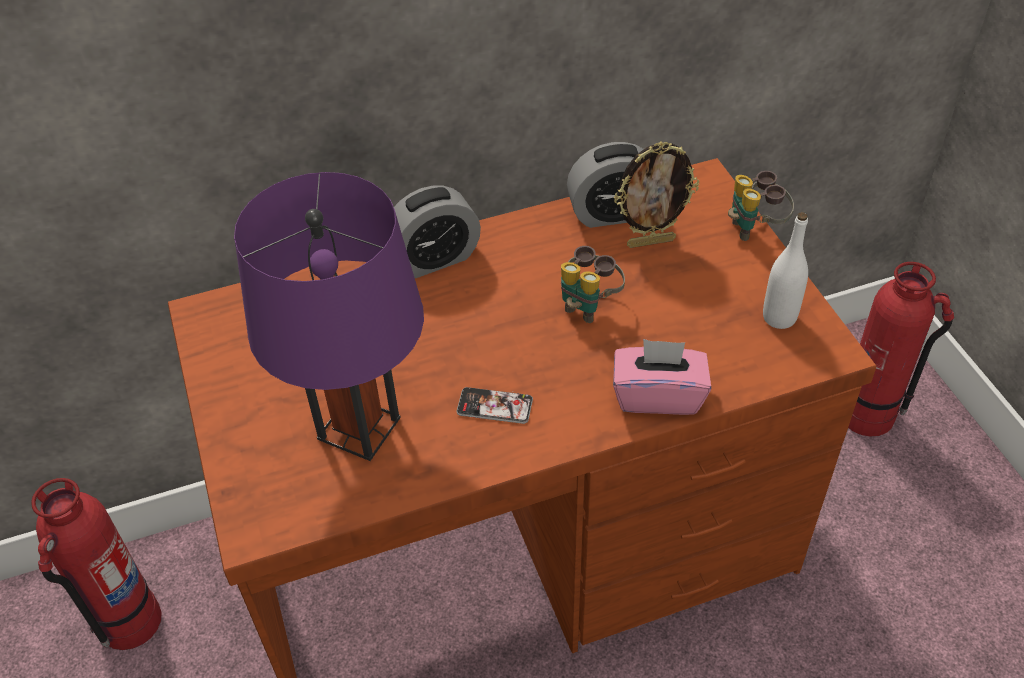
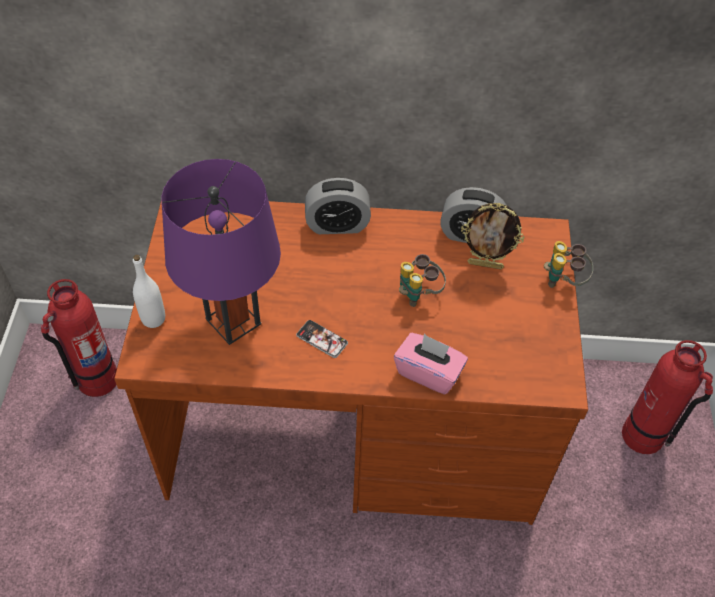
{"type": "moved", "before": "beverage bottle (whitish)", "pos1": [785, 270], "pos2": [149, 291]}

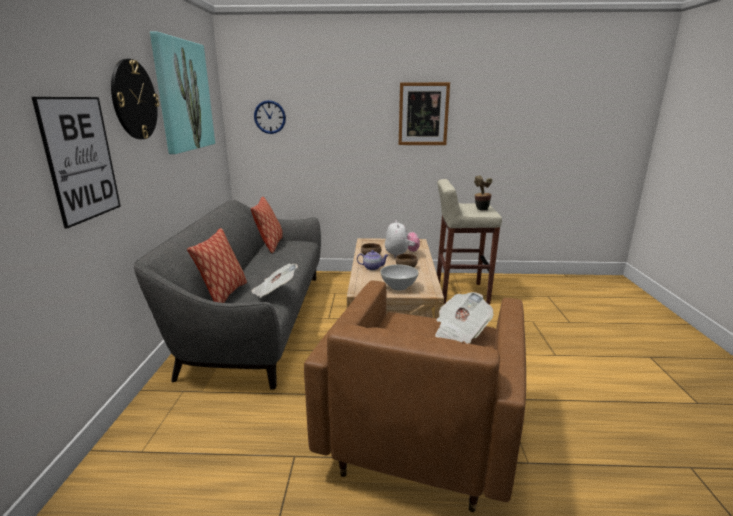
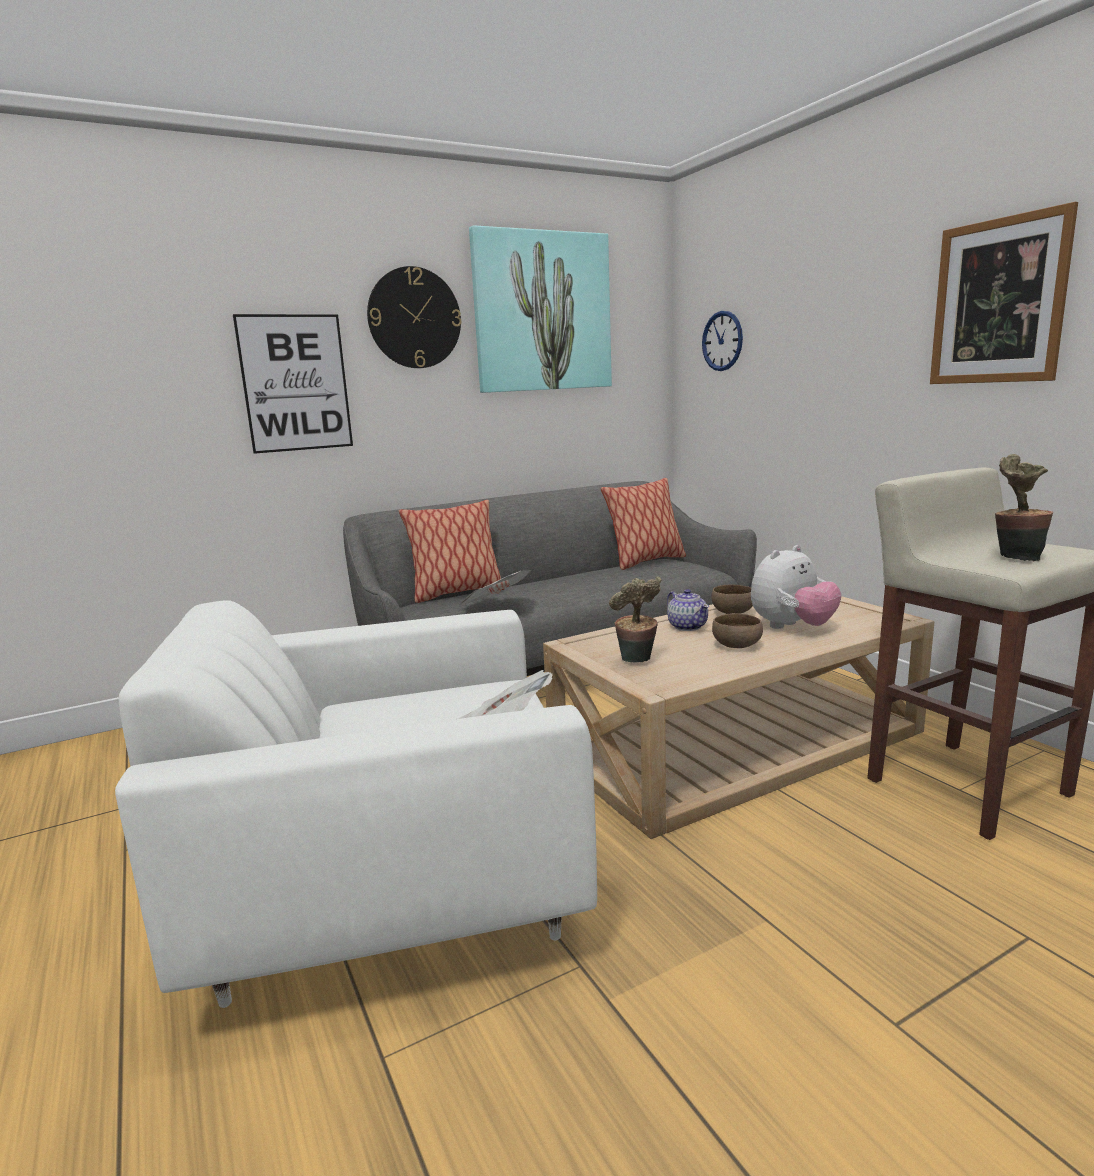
{"type": "recoloured", "before": "armchair (brownish)", "after": "armchair (whitish)", "pos1": [415, 396], "pos2": [356, 804]}
{"type": "replaced", "before": "serving bowl (whitish)", "after": "plant in a pot", "pos1": [399, 277], "pos2": [635, 619]}

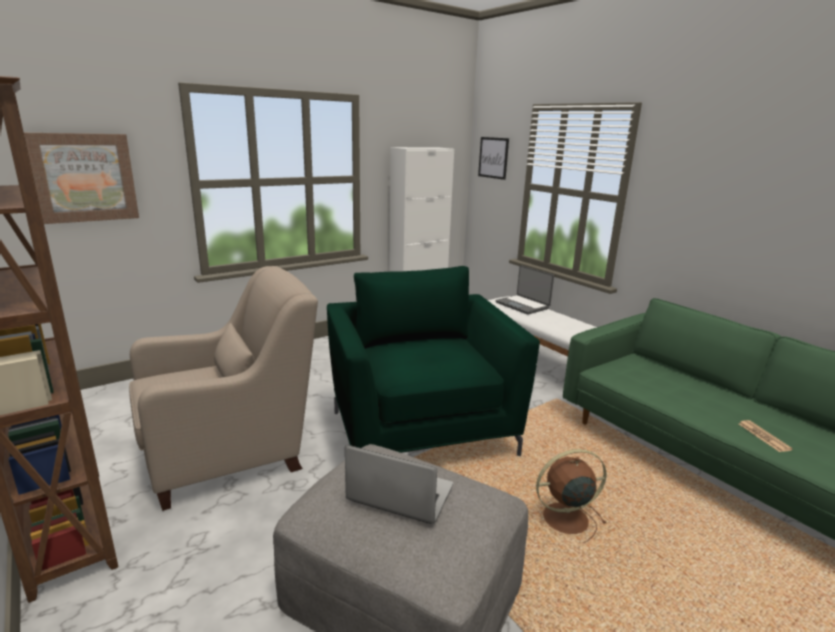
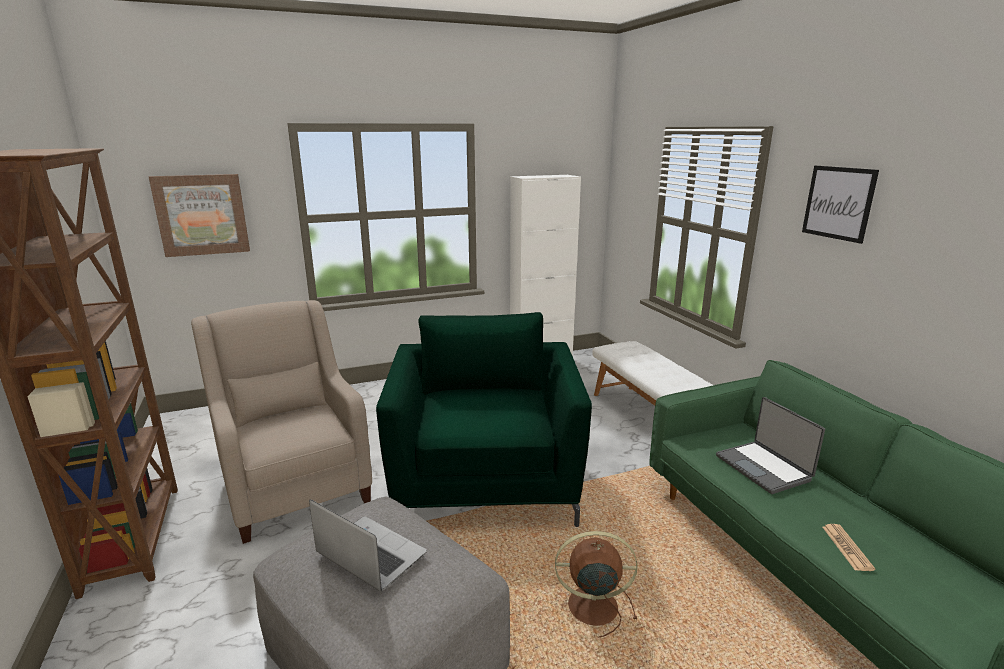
{"type": "turned", "before": "armchair (beige-coloured)", "pos1": [223, 388], "pos2": [281, 422], "turn": -105}
{"type": "moved", "before": "picture", "pos1": [493, 158], "pos2": [840, 205]}
{"type": "moved", "before": "notebook computer", "pos1": [525, 290], "pos2": [770, 445]}

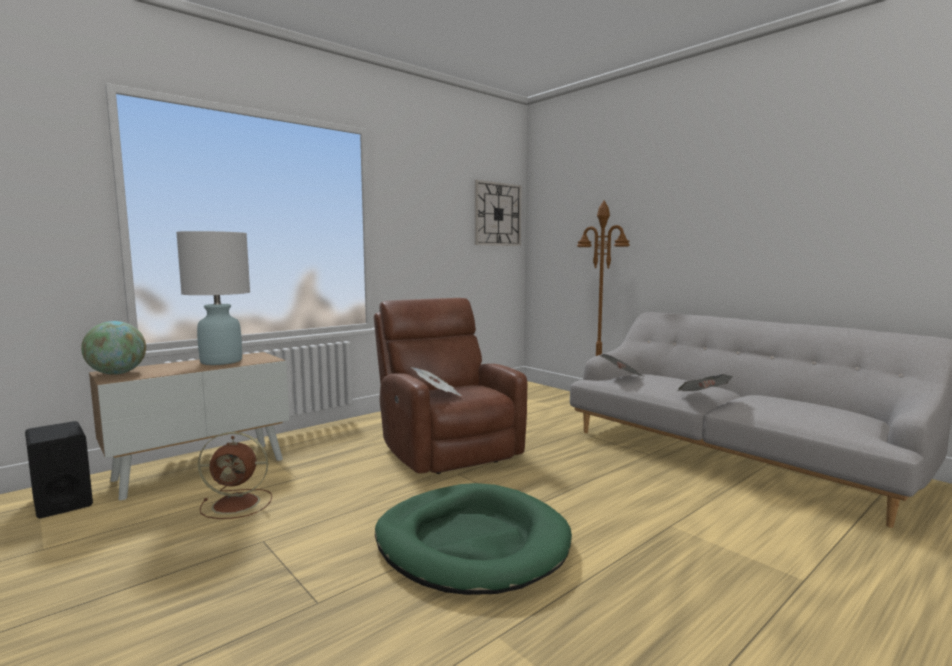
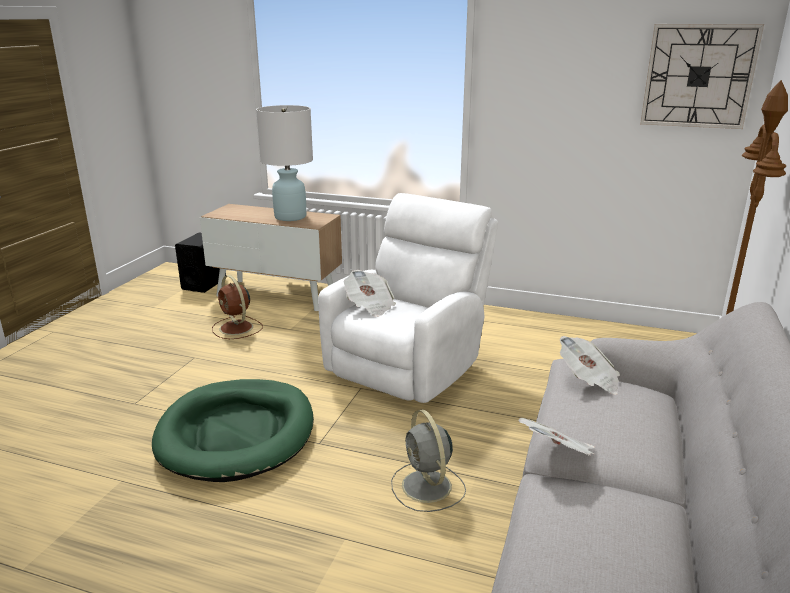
{"type": "removed", "before": "globe", "pos1": [113, 348]}
{"type": "recoloured", "before": "armchair (brownish)", "after": "armchair (whitish)", "pos1": [450, 386], "pos2": [408, 298]}
{"type": "added", "after": "electric fan (gray)", "pos2": [428, 461]}

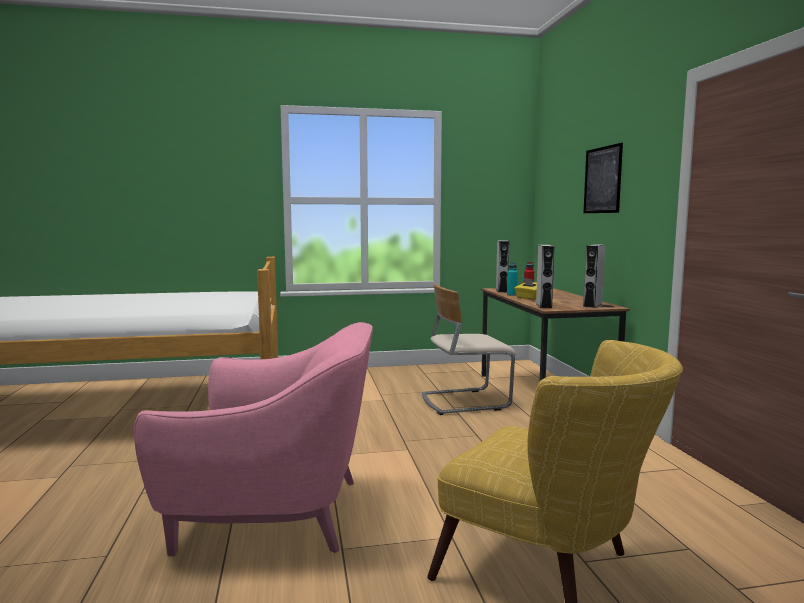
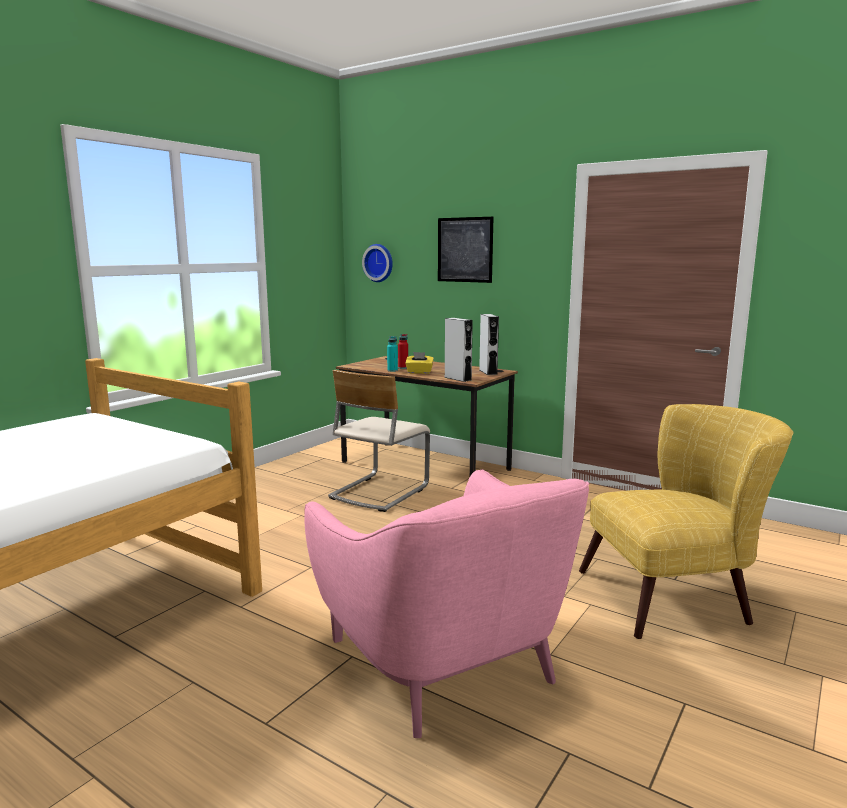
{"type": "turned", "before": "armchair (pink)", "pos1": [253, 439], "pos2": [446, 604], "turn": 105}
{"type": "removed", "before": "loudspeaker (gray)", "pos1": [502, 266]}
{"type": "added", "after": "clock on the wall", "pos2": [377, 263]}

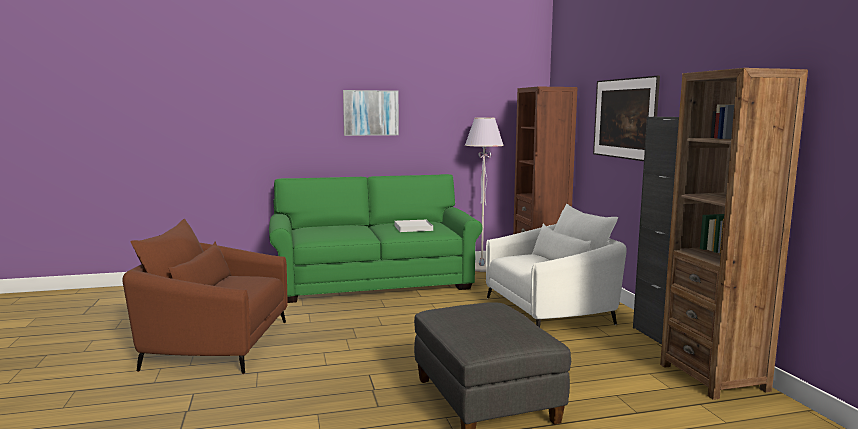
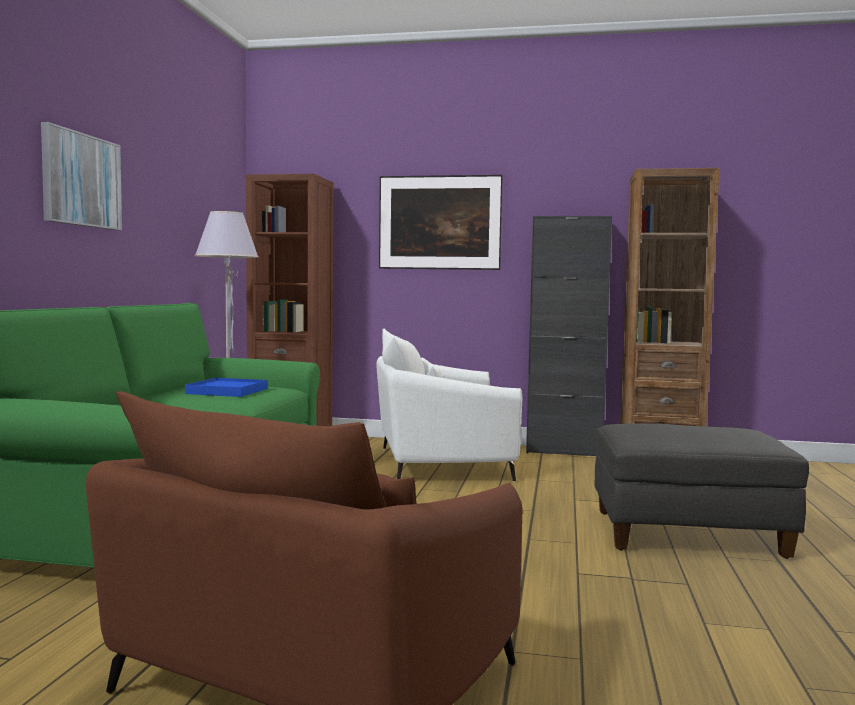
{"type": "recoloured", "before": "carrying tray (whitish)", "after": "carrying tray (blue-coloured)", "pos1": [413, 226], "pos2": [226, 387]}
{"type": "turned", "before": "armchair (whitish)", "pos1": [556, 265], "pos2": [449, 405], "turn": -105}

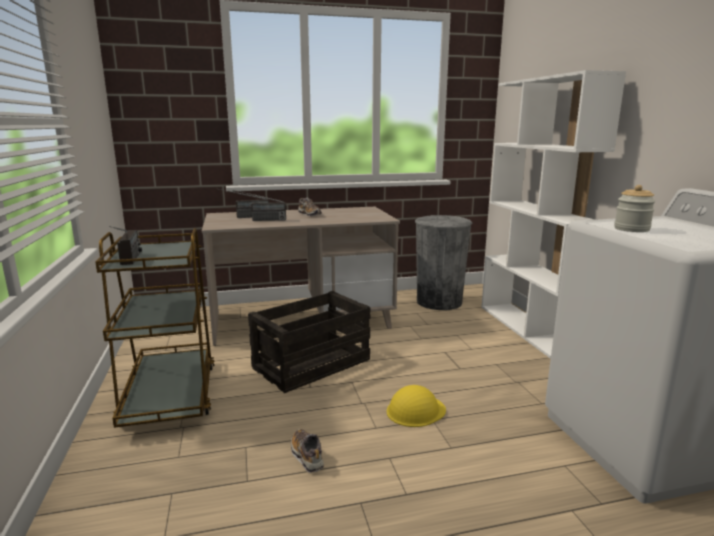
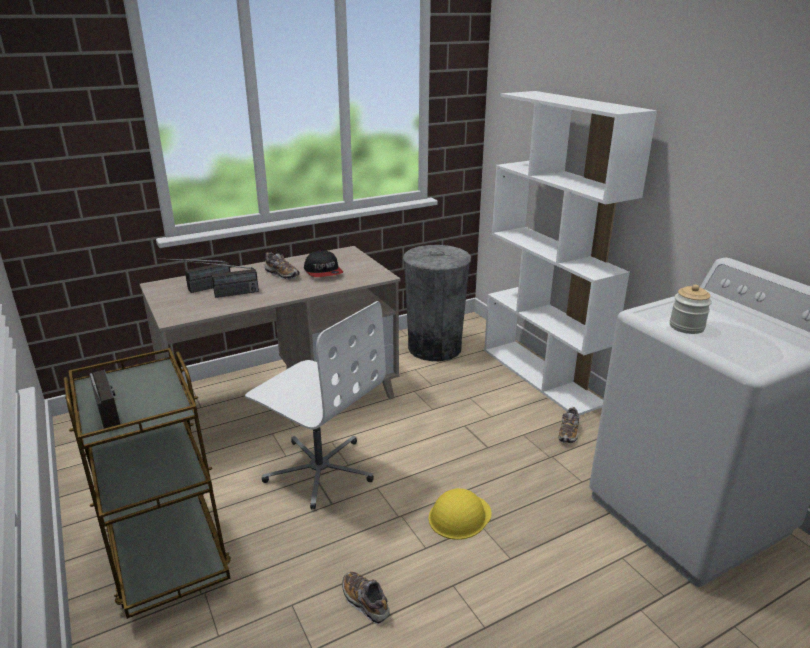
{"type": "replaced", "before": "packing crate", "after": "office chair (whitish)", "pos1": [309, 342], "pos2": [315, 405]}
{"type": "added", "after": "cap", "pos2": [323, 264]}
{"type": "added", "after": "low shoe", "pos2": [569, 425]}

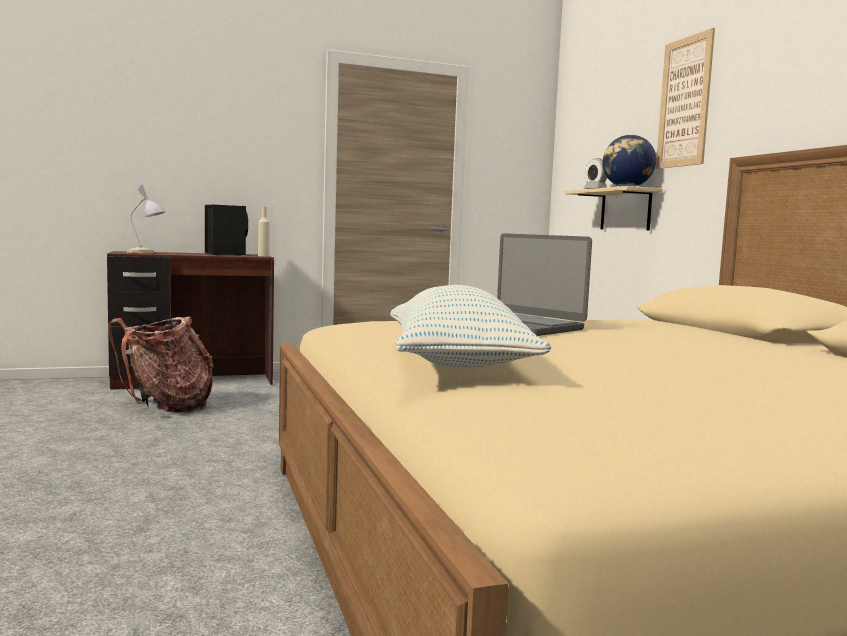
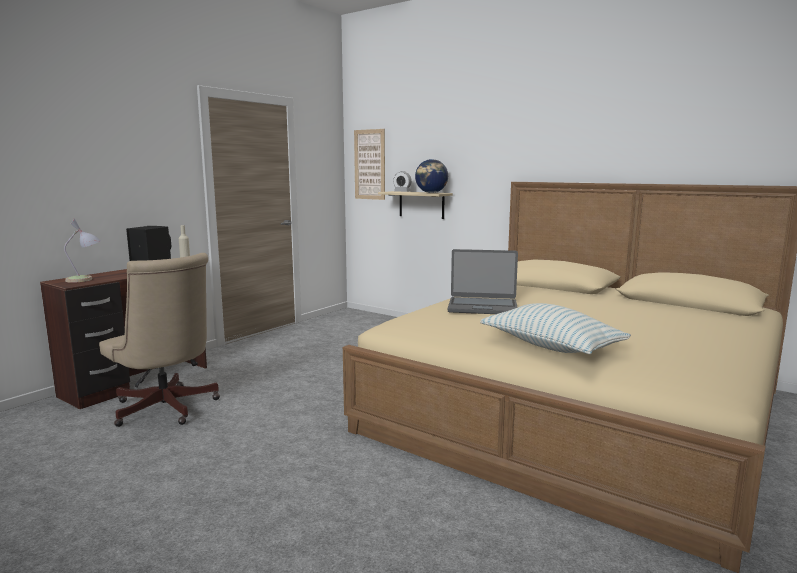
{"type": "replaced", "before": "backpack", "after": "office chair (beige-coloured)", "pos1": [161, 364], "pos2": [159, 340]}
{"type": "moved", "before": "picture", "pos1": [685, 98], "pos2": [369, 164]}

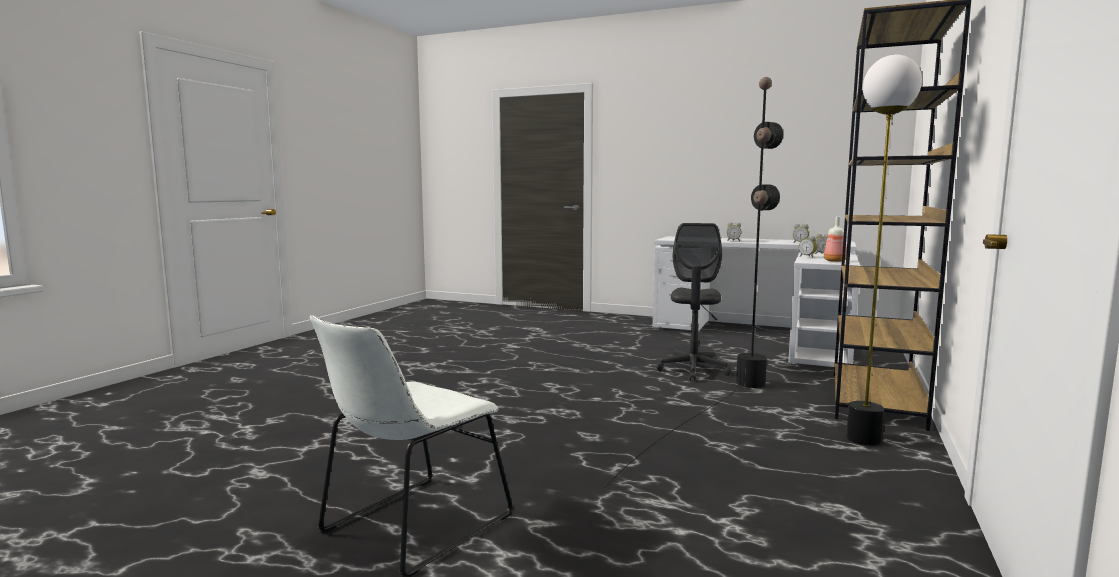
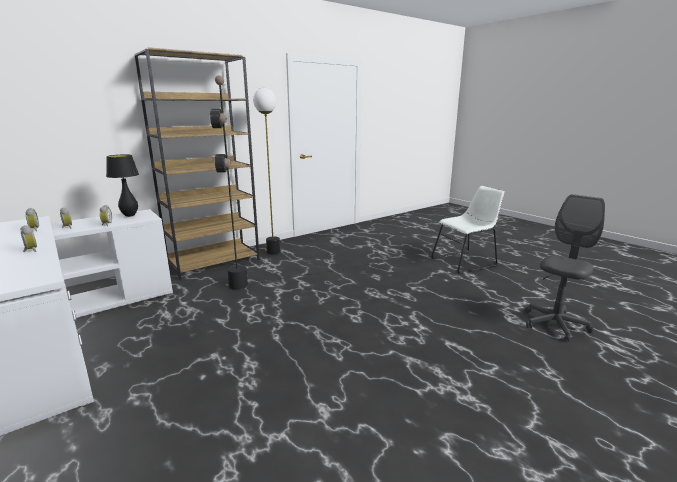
{"type": "moved", "before": "office chair (gray)", "pos1": [693, 302], "pos2": [565, 268]}
{"type": "replaced", "before": "beverage bottle", "after": "tabletop lamp (black-coloured)", "pos1": [835, 239], "pos2": [122, 185]}

